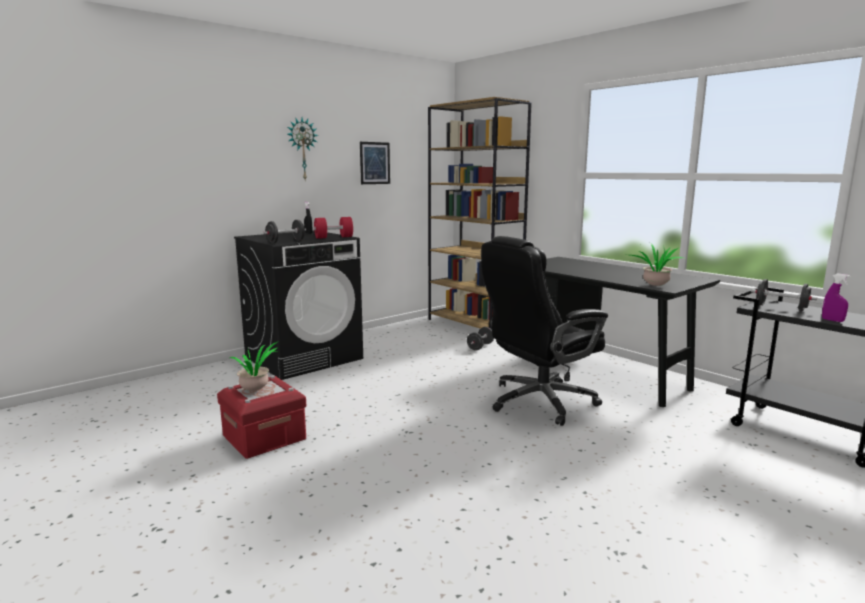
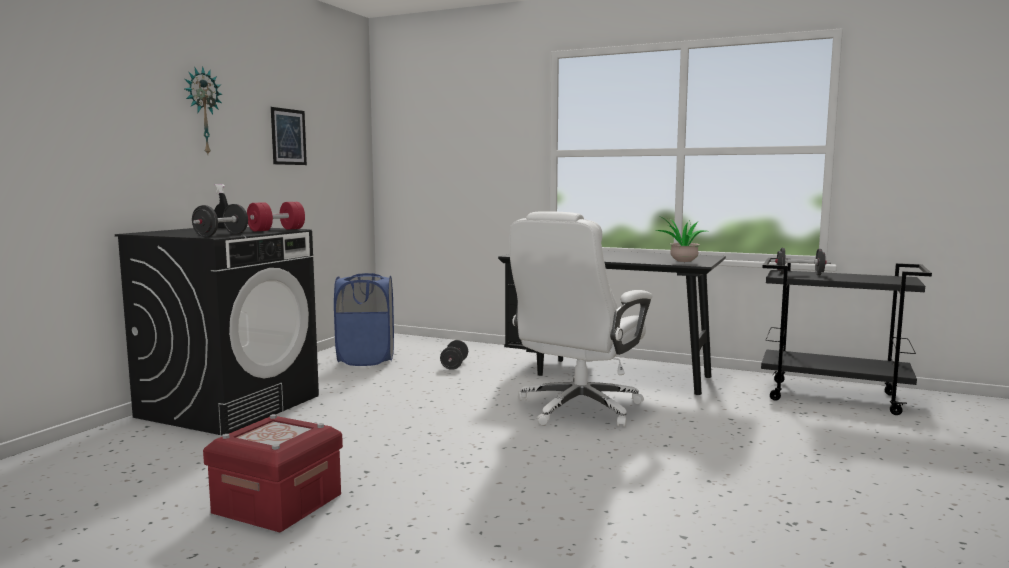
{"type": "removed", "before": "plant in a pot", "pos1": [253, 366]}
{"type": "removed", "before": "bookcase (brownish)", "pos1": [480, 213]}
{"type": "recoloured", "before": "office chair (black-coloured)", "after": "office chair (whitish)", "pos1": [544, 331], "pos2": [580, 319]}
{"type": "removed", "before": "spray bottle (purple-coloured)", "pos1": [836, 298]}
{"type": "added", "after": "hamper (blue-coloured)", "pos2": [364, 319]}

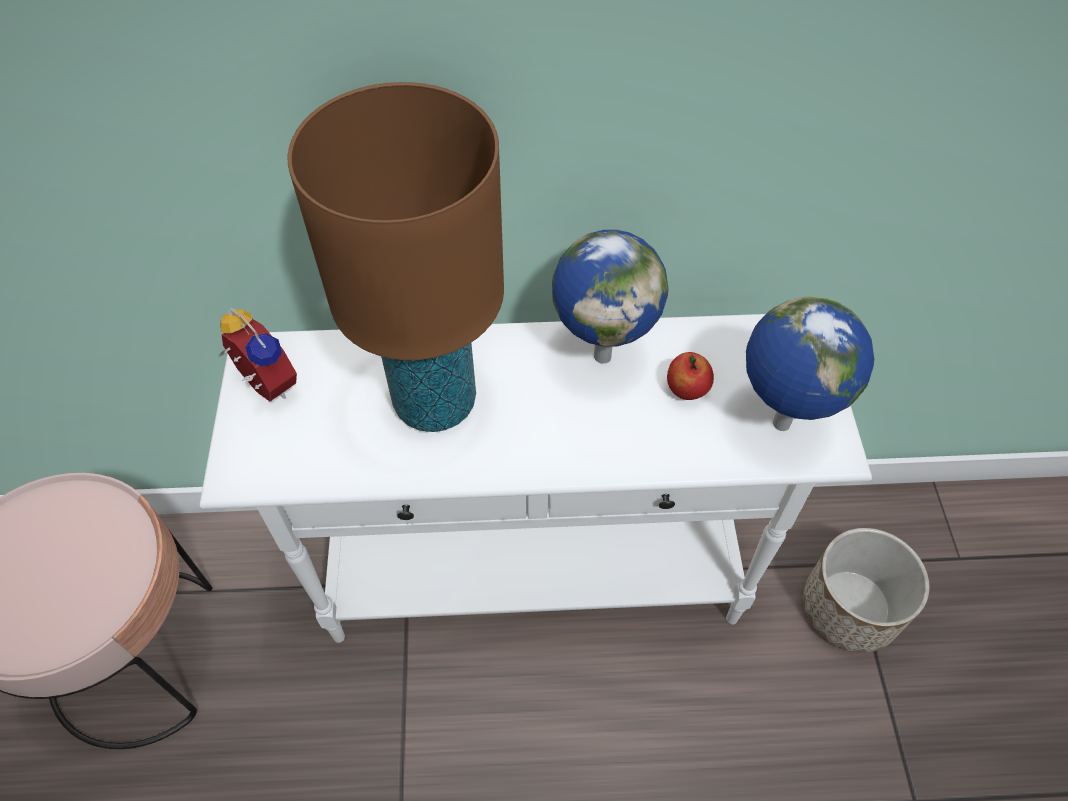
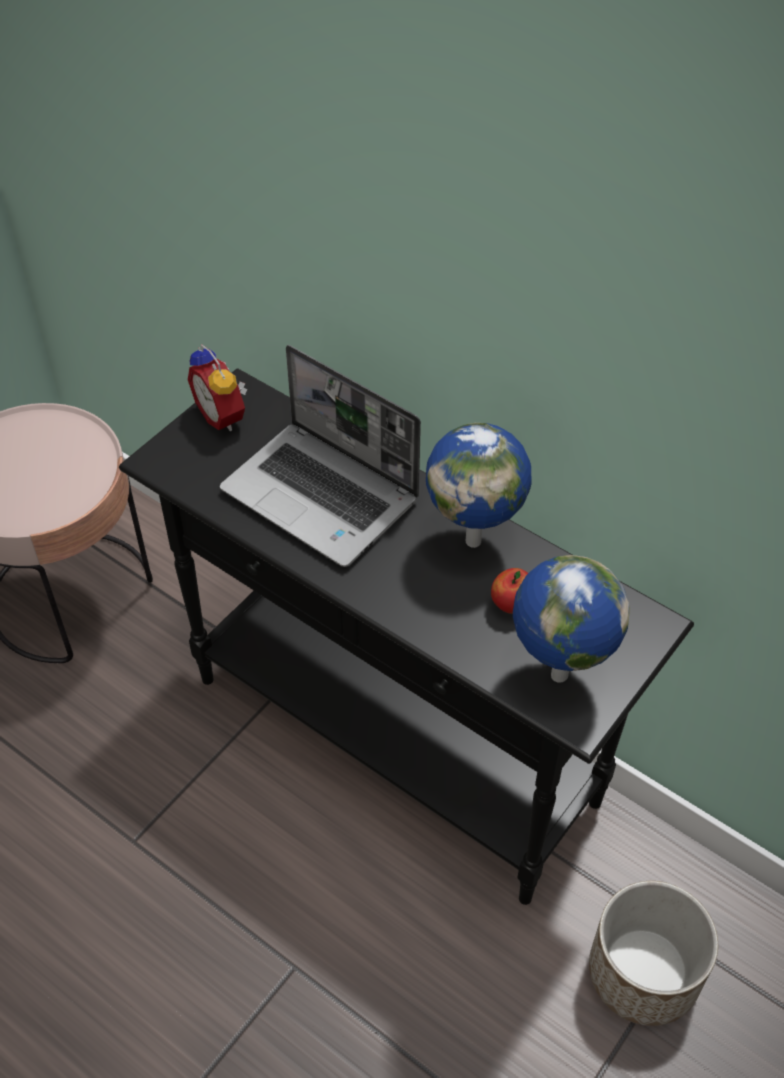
{"type": "recoloured", "before": "narrow table (whitish)", "after": "narrow table (black-coloured)", "pos1": [536, 478], "pos2": [406, 636]}
{"type": "turned", "before": "bedside clock", "pos1": [258, 355], "pos2": [217, 387], "turn": 150}
{"type": "replaced", "before": "tabletop lamp (brownish)", "after": "notebook computer", "pos1": [396, 257], "pos2": [320, 456]}

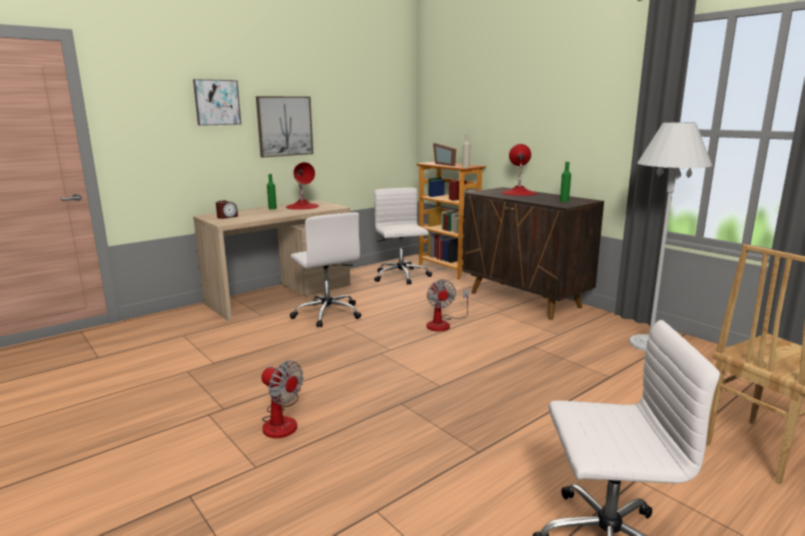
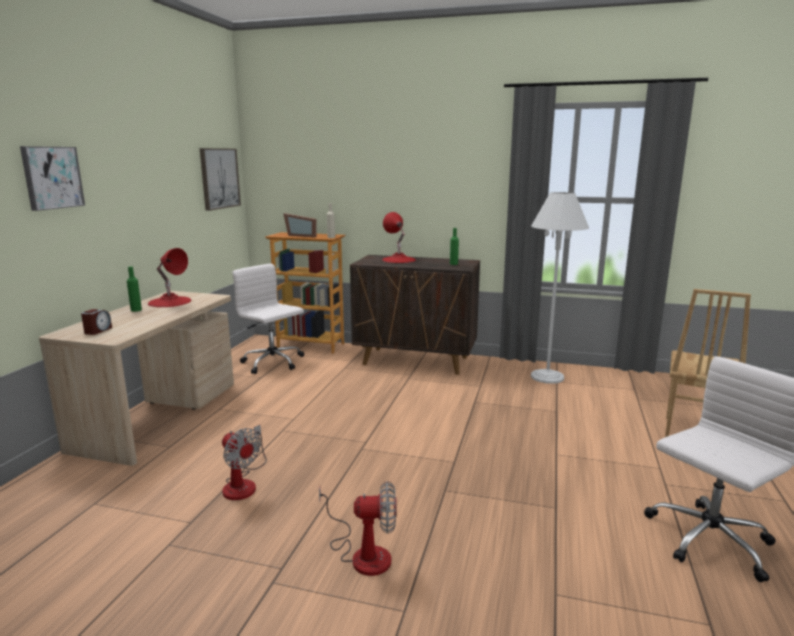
{"type": "moved", "before": "picture", "pos1": [284, 127], "pos2": [220, 179]}
{"type": "removed", "before": "office chair (whitish)", "pos1": [325, 269]}
{"type": "moved", "before": "electric fan", "pos1": [448, 305], "pos2": [244, 462]}

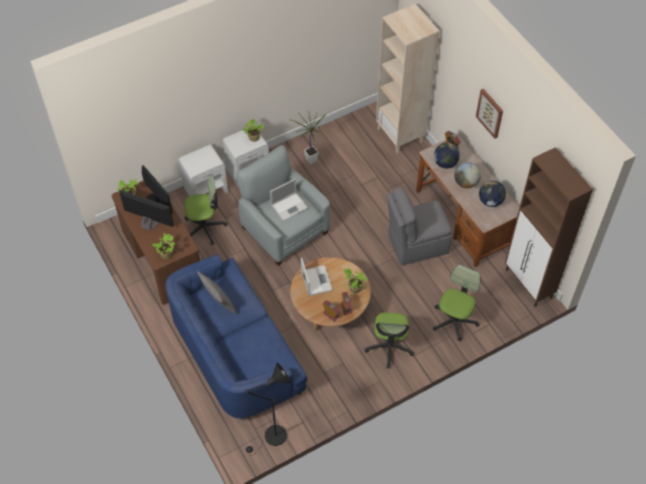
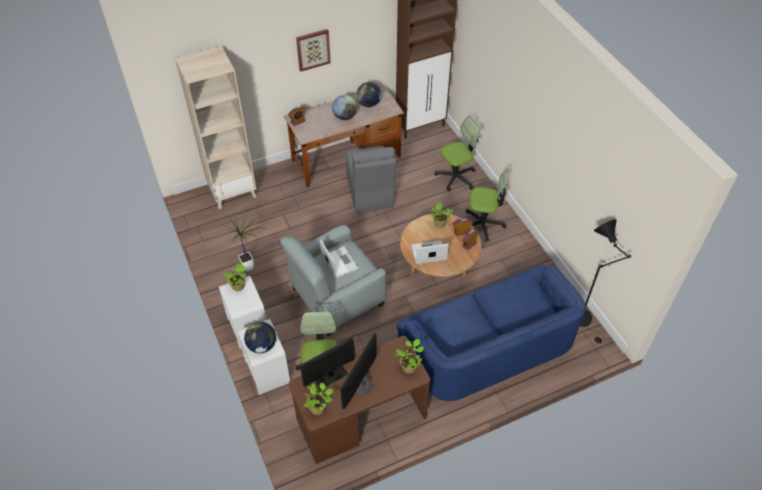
{"type": "removed", "before": "cushion (gray)", "pos1": [217, 293]}
{"type": "turned", "before": "office chair", "pos1": [456, 303], "pos2": [457, 153], "turn": 120}
{"type": "moved", "before": "globe", "pos1": [447, 155], "pos2": [260, 337]}

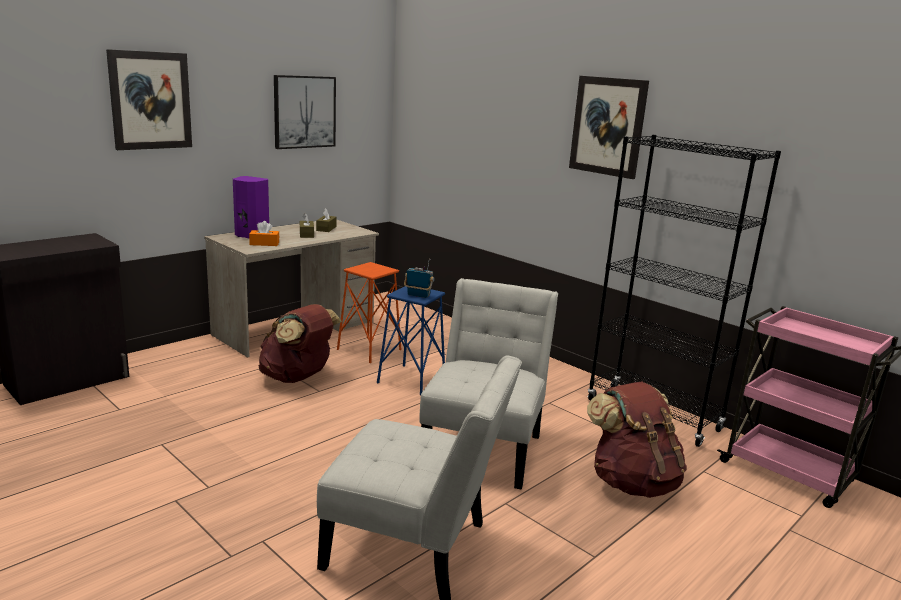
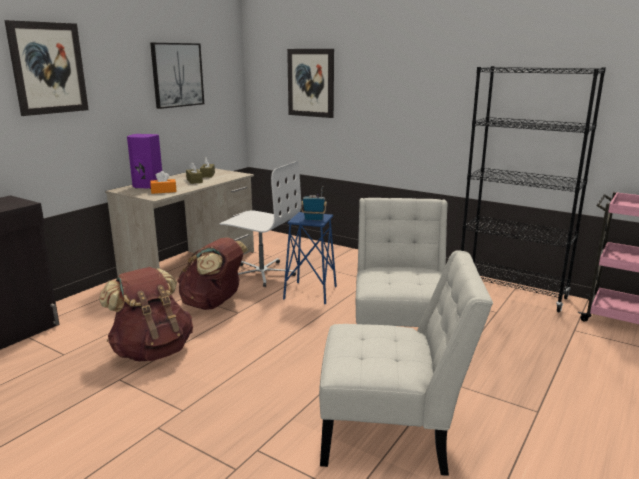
{"type": "replaced", "before": "stool seat (orangey)", "after": "office chair (whitish)", "pos1": [369, 312], "pos2": [260, 224]}
{"type": "moved", "before": "picture", "pos1": [609, 127], "pos2": [310, 83]}
{"type": "moved", "before": "backpack (brownish)", "pos1": [637, 440], "pos2": [146, 314]}

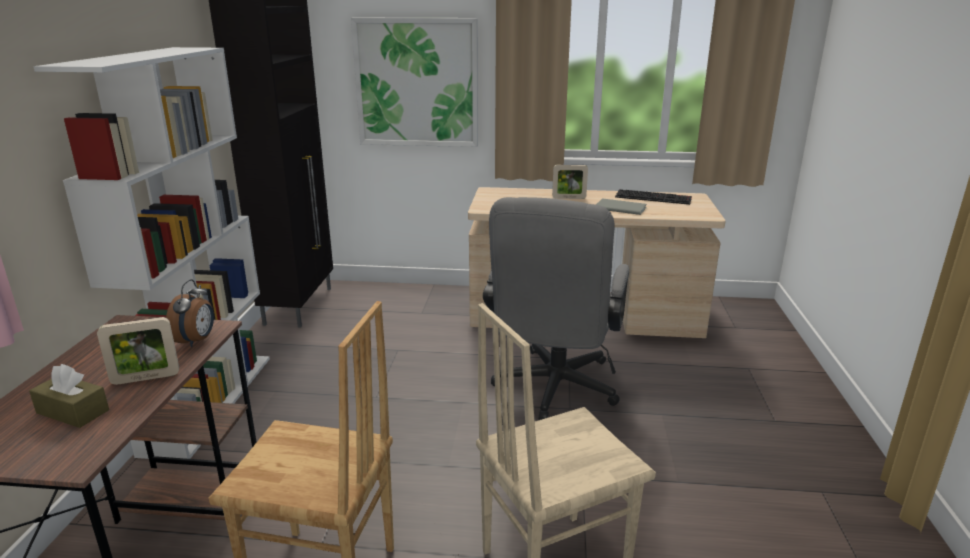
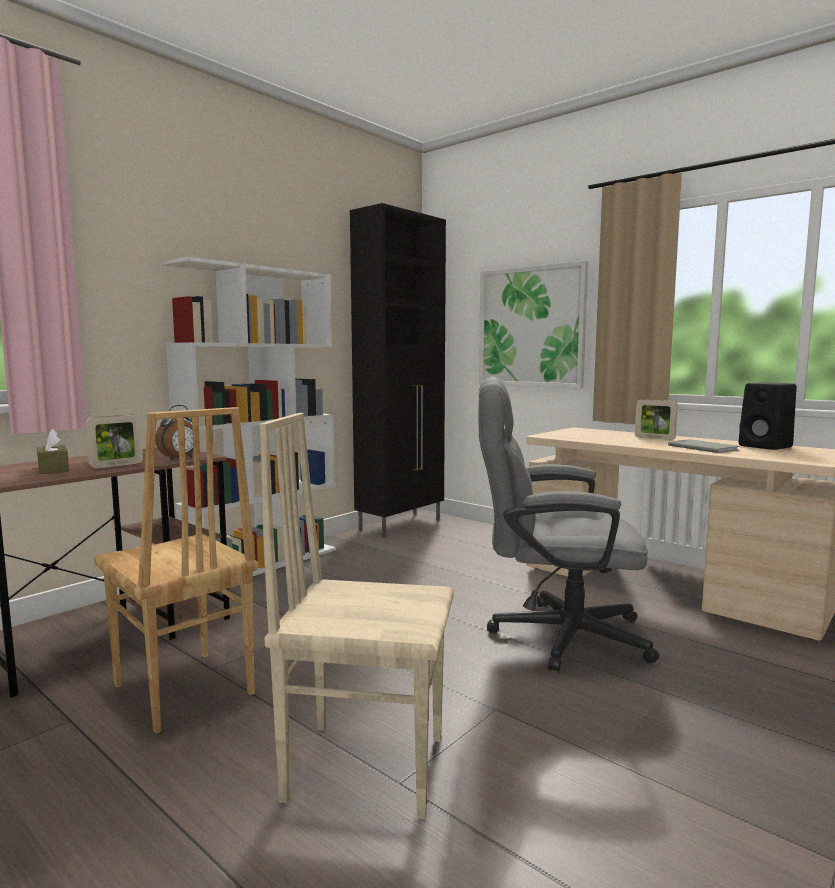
{"type": "turned", "before": "photo frame", "pos1": [138, 351], "pos2": [114, 442], "turn": -60}
{"type": "turned", "before": "office chair (gray)", "pos1": [556, 308], "pos2": [569, 524], "turn": 45}
{"type": "replaced", "before": "keyboard", "after": "loudspeaker (black-coloured)", "pos1": [653, 197], "pos2": [768, 416]}

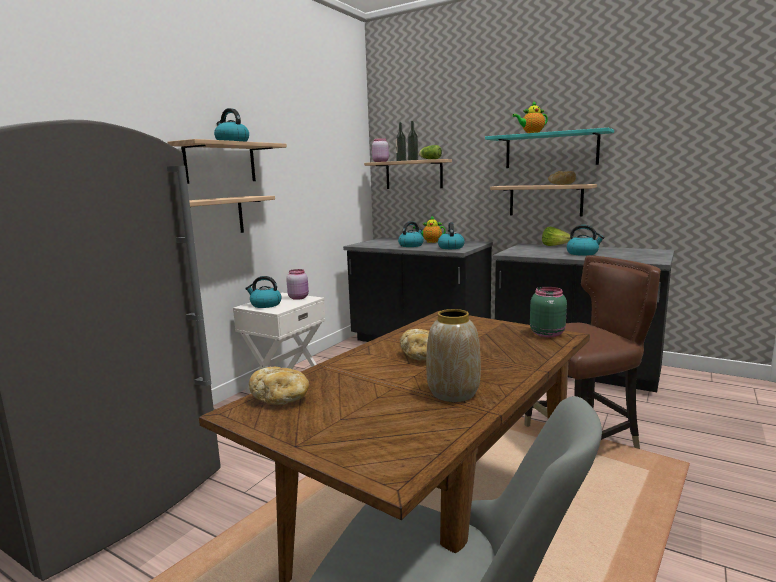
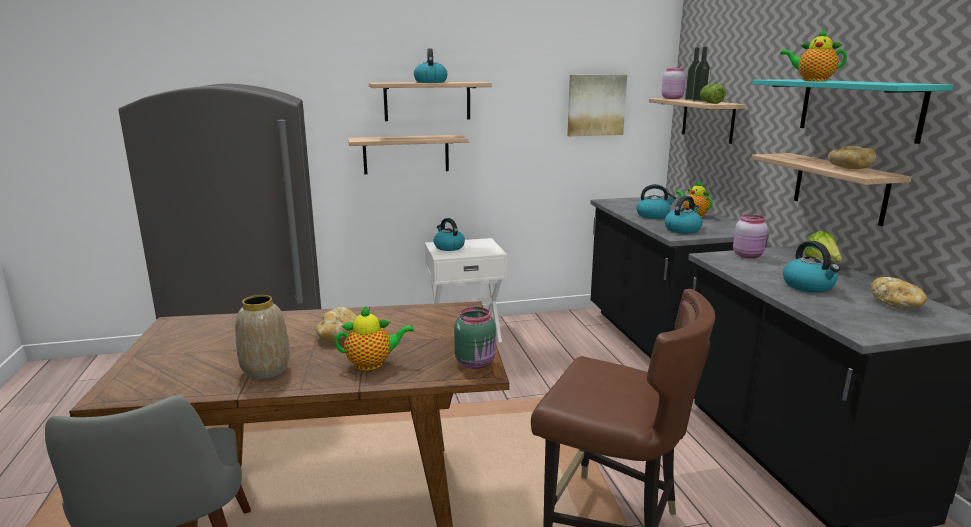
{"type": "moved", "before": "baked bread", "pos1": [279, 386], "pos2": [899, 292]}
{"type": "moved", "before": "storage jar (pink)", "pos1": [297, 284], "pos2": [750, 236]}
{"type": "added", "after": "tea pot", "pos2": [374, 338]}
{"type": "added", "after": "picture", "pos2": [597, 105]}

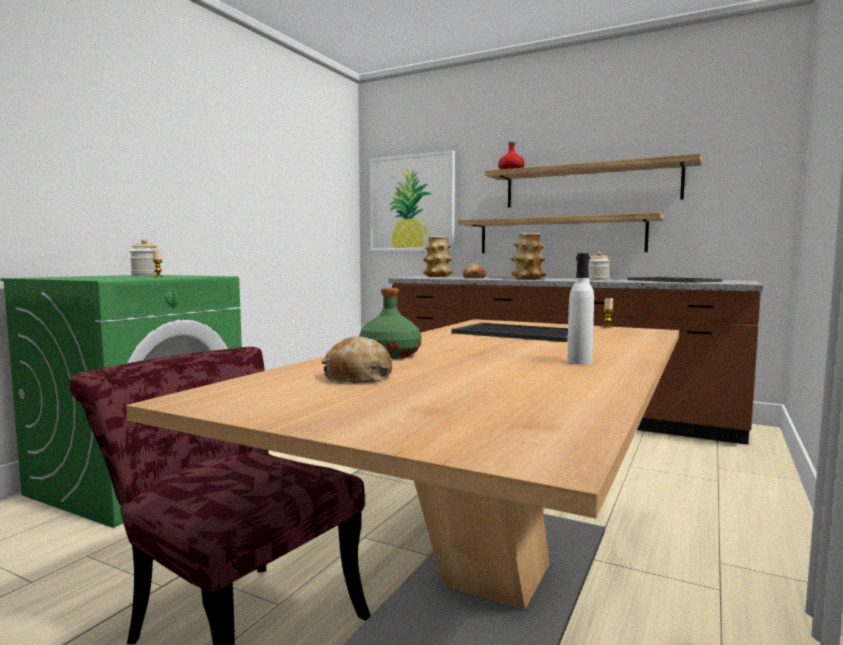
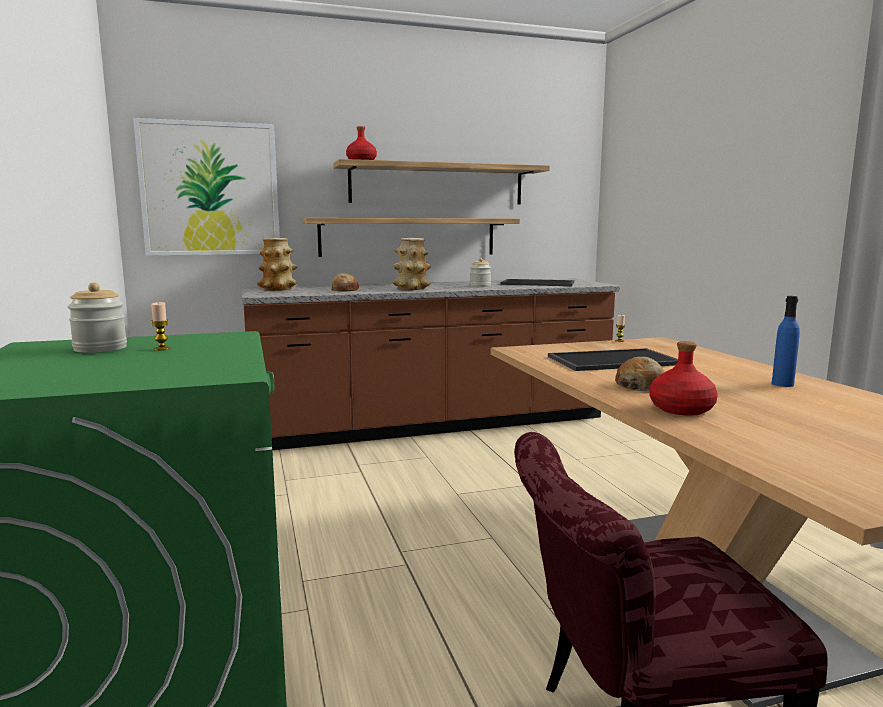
{"type": "moved", "before": "baked bread", "pos1": [356, 359], "pos2": [639, 374]}
{"type": "recoloured", "before": "beverage bottle (green)", "after": "beverage bottle (red)", "pos1": [390, 323], "pos2": [684, 378]}
{"type": "recoloured", "before": "beverage bottle (whitish)", "after": "beverage bottle (blue-coloured)", "pos1": [580, 308], "pos2": [786, 341]}

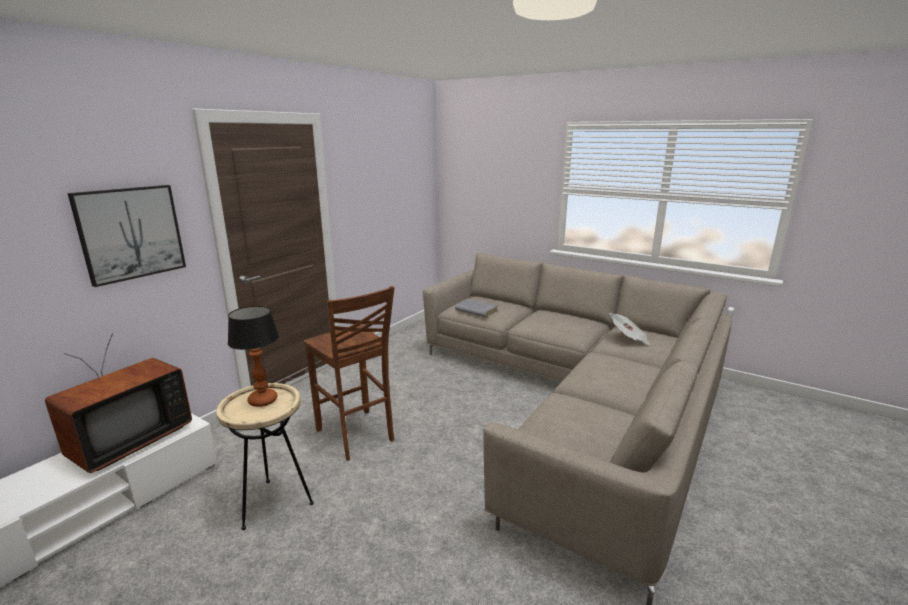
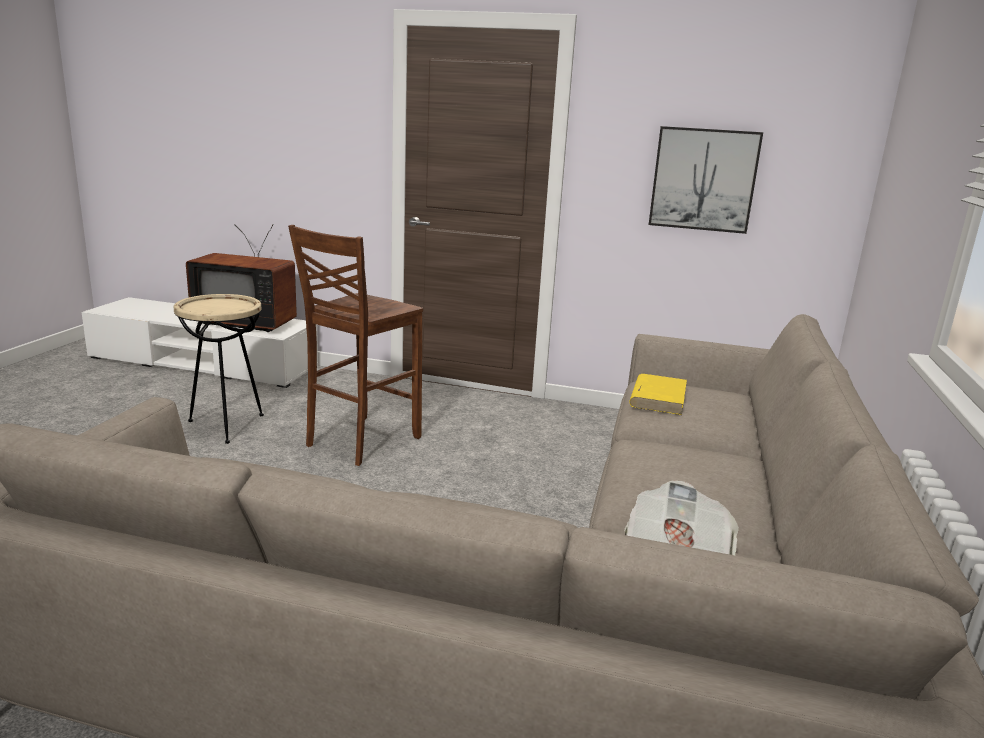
{"type": "moved", "before": "picture", "pos1": [127, 236], "pos2": [706, 180]}
{"type": "removed", "before": "tabletop lamp", "pos1": [253, 356]}
{"type": "recoloured", "before": "bound book (gray)", "after": "bound book (yellowish)", "pos1": [476, 308], "pos2": [658, 394]}

